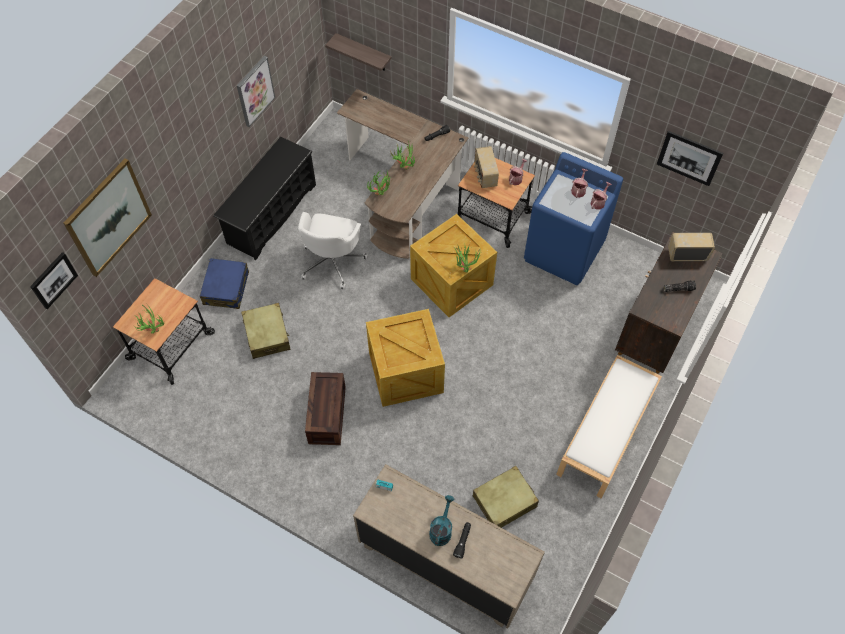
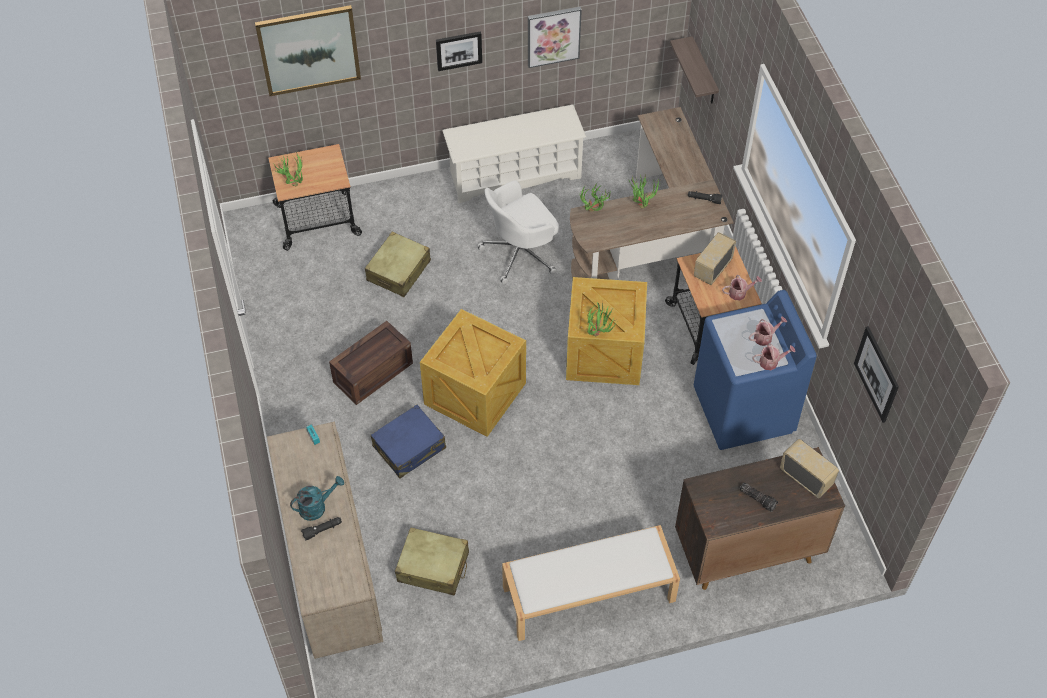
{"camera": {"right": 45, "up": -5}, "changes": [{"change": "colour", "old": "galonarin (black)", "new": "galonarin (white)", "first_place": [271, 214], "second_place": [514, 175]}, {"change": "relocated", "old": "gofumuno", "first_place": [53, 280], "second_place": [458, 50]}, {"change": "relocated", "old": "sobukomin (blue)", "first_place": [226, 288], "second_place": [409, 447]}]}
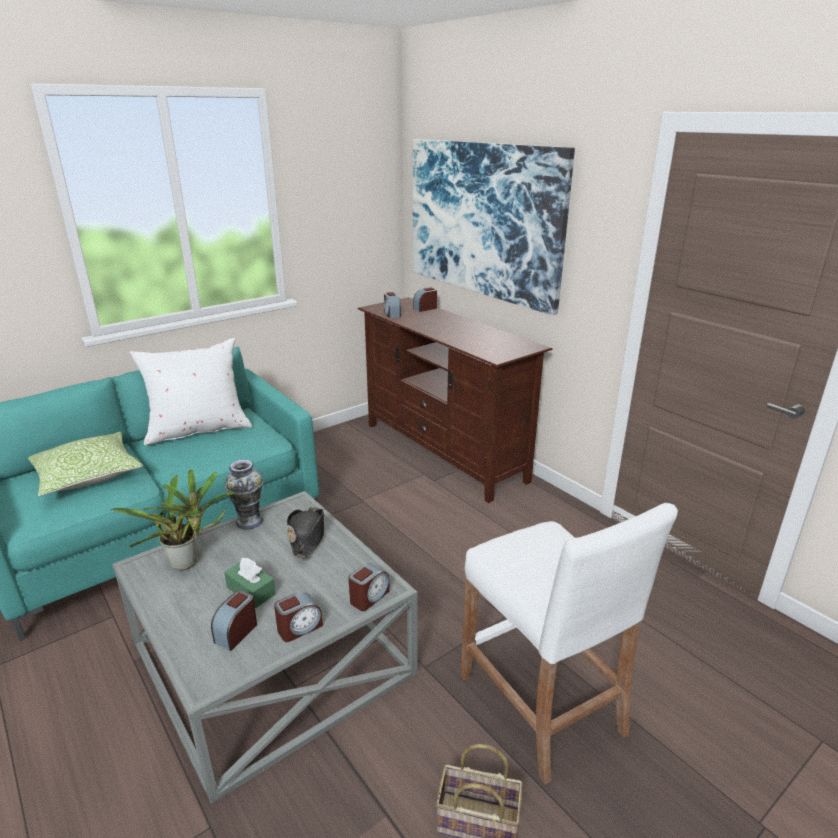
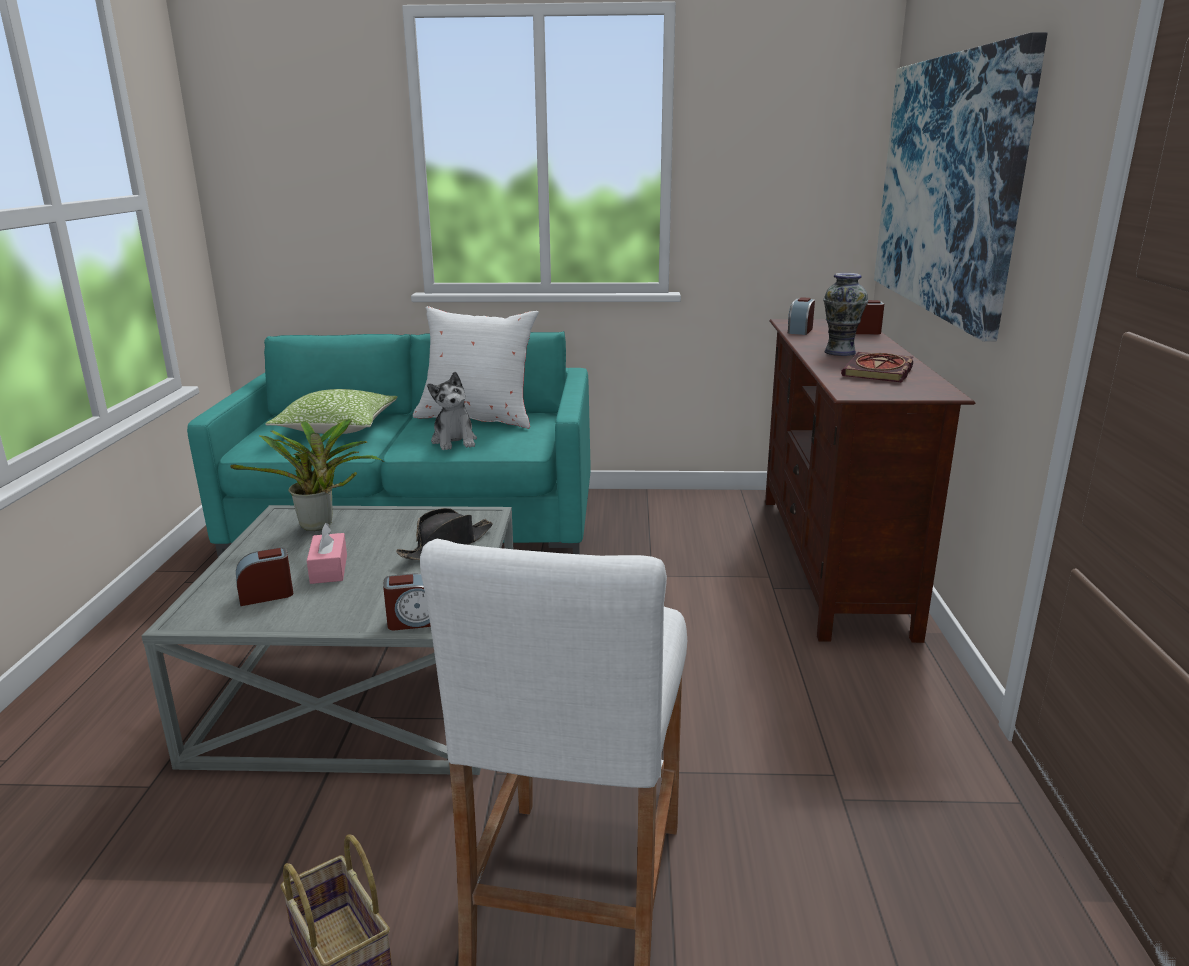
{"camera": {"right": 40, "up": -5}, "changes": [{"change": "relocated", "old": "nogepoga", "first_place": [249, 521], "second_place": [839, 352]}, {"change": "colour", "old": "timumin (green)", "new": "timumin (pink)", "first_place": [251, 591], "second_place": [329, 569]}, {"change": "missing", "old": "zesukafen", "first_place": [299, 628]}, {"change": "appeared", "new": "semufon", "second_place": [879, 371]}, {"change": "appeared", "new": "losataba", "second_place": [454, 441]}]}
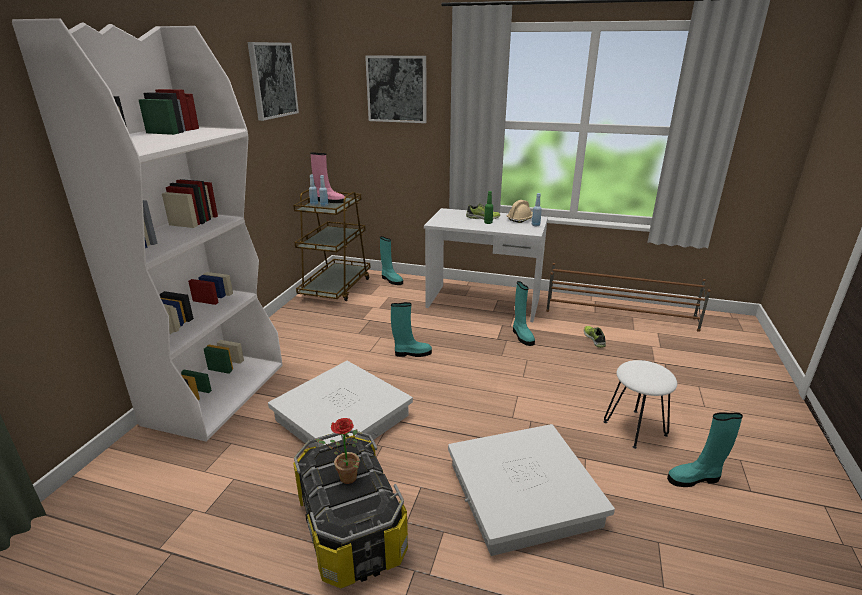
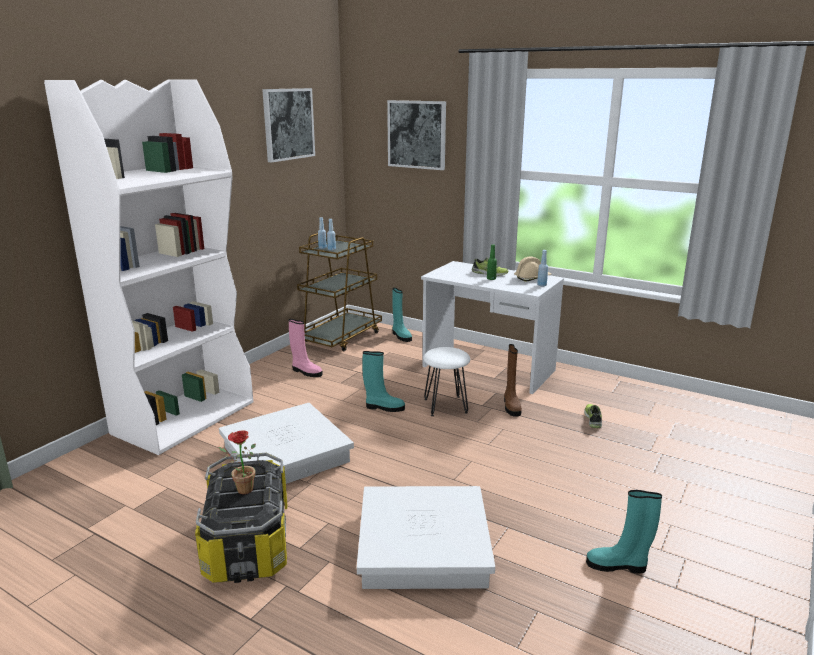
{"camera": {"right": 15, "up": -5}, "changes": [{"change": "relocated", "old": "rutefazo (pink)", "first_place": [329, 201], "second_place": [306, 372]}, {"change": "missing", "old": "galonarin (brown)", "first_place": [620, 315]}, {"change": "colour", "old": "rutefazo (turquoise)", "new": "rutefazo (brown)", "first_place": [522, 336], "second_place": [511, 406]}, {"change": "relocated", "old": "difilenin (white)", "first_place": [634, 428], "second_place": [445, 406]}]}
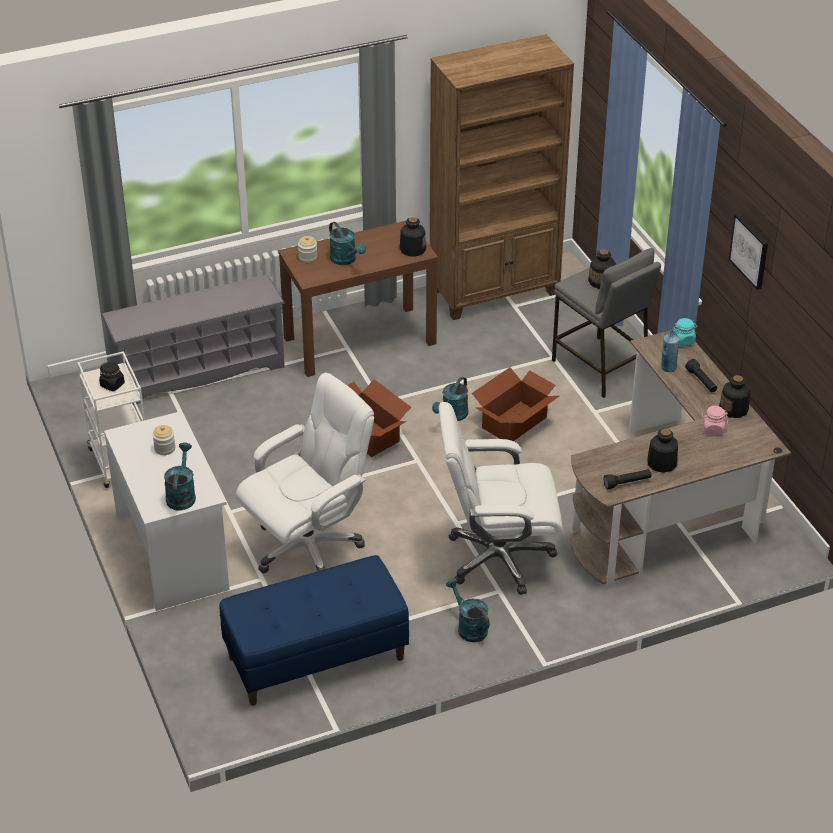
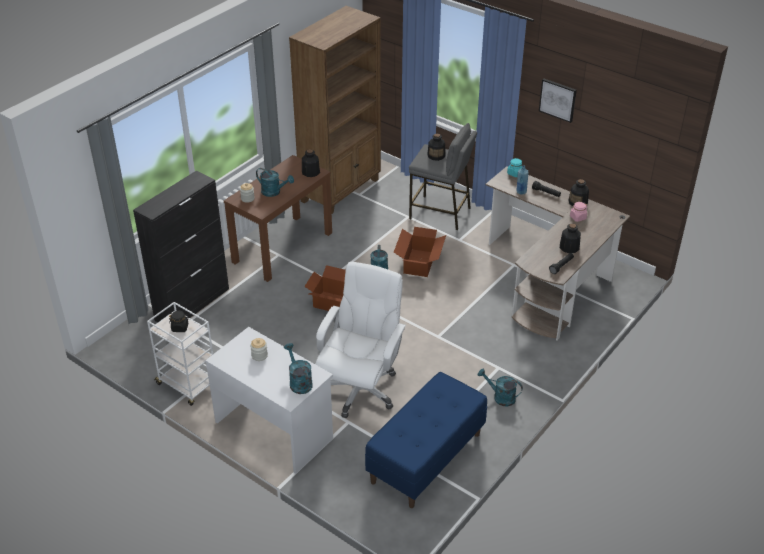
{"camera": {"right": -30, "up": 0}, "changes": [{"change": "exchanged", "old": "galonarin (grey)", "new": "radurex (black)", "first_place": [199, 372], "second_place": [193, 304]}, {"change": "missing", "old": "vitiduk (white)", "first_place": [497, 558]}]}
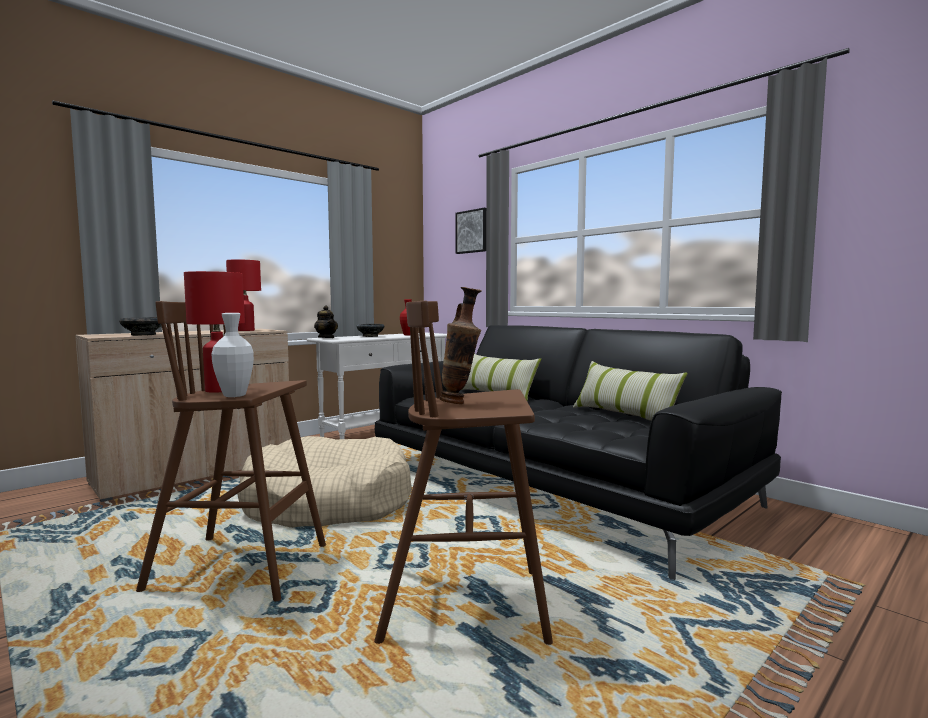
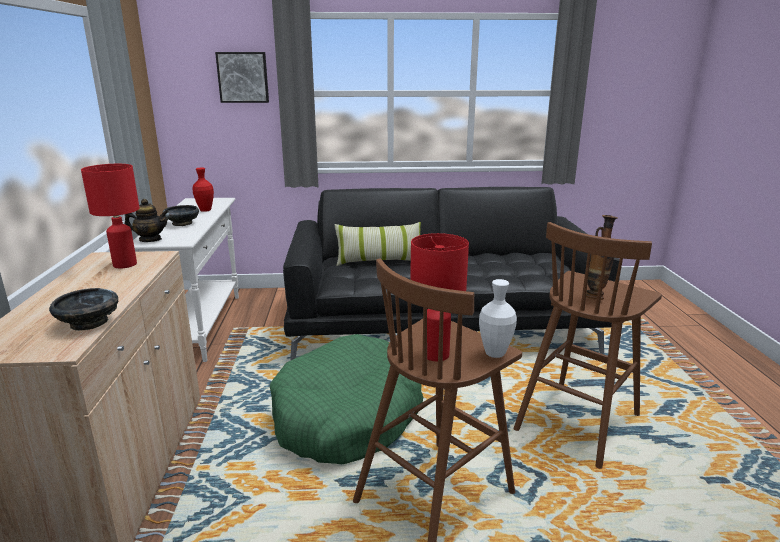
{"camera": {"right": -50, "up": 15}, "changes": [{"change": "missing", "old": "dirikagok", "first_place": [624, 415]}, {"change": "colour", "old": "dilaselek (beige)", "new": "dilaselek (green)", "first_place": [327, 502], "second_place": [347, 415]}]}
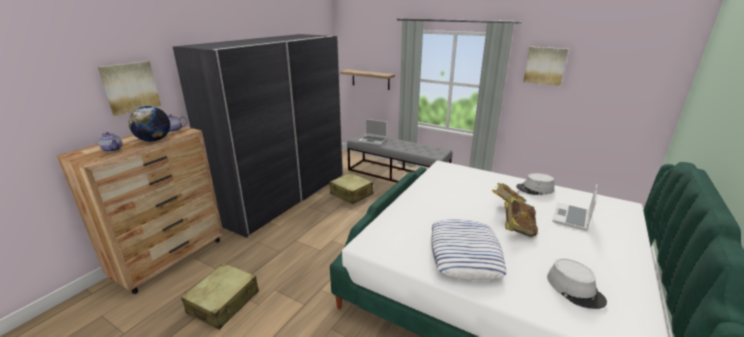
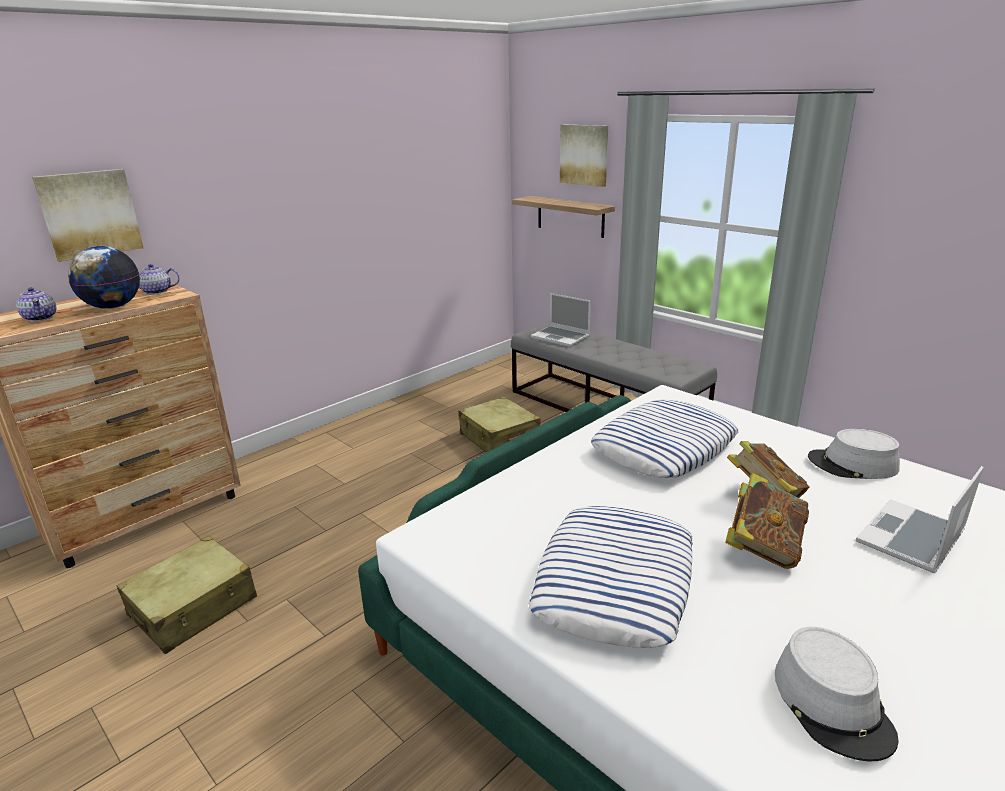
{"camera": {"right": 15, "up": 0}, "changes": [{"change": "missing", "old": "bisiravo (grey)", "first_place": [284, 196]}, {"change": "relocated", "old": "gofumuno", "first_place": [545, 65], "second_place": [584, 155]}, {"change": "appeared", "new": "dirikagok", "second_place": [664, 447]}]}
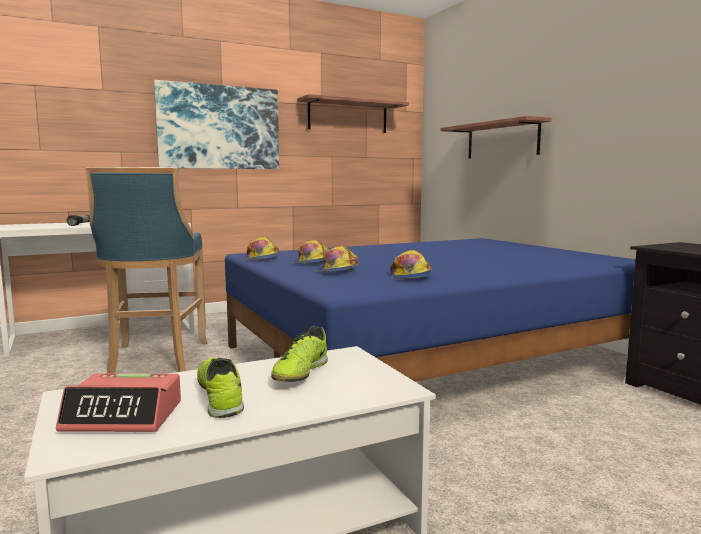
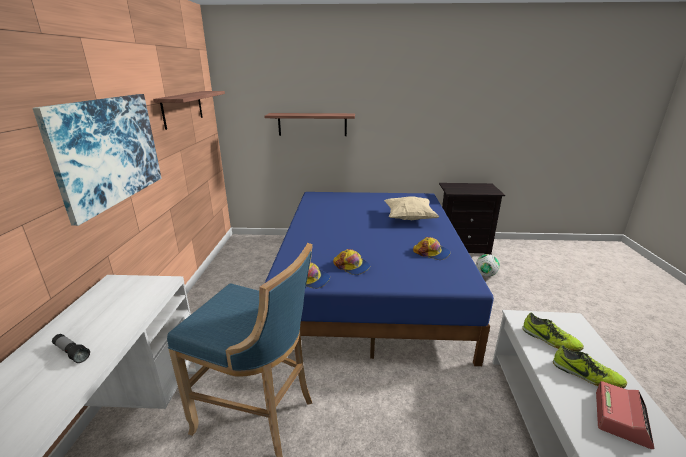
{"camera": {"right": -60, "up": 15}, "changes": [{"change": "missing", "old": "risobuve", "first_place": [337, 270]}, {"change": "spun", "old": "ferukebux", "first_place": [220, 396], "second_place": [586, 375], "degrees": -150}, {"change": "appeared", "new": "dirikagok (beige)", "second_place": [409, 218]}, {"change": "appeared", "new": "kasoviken", "second_place": [485, 274]}]}
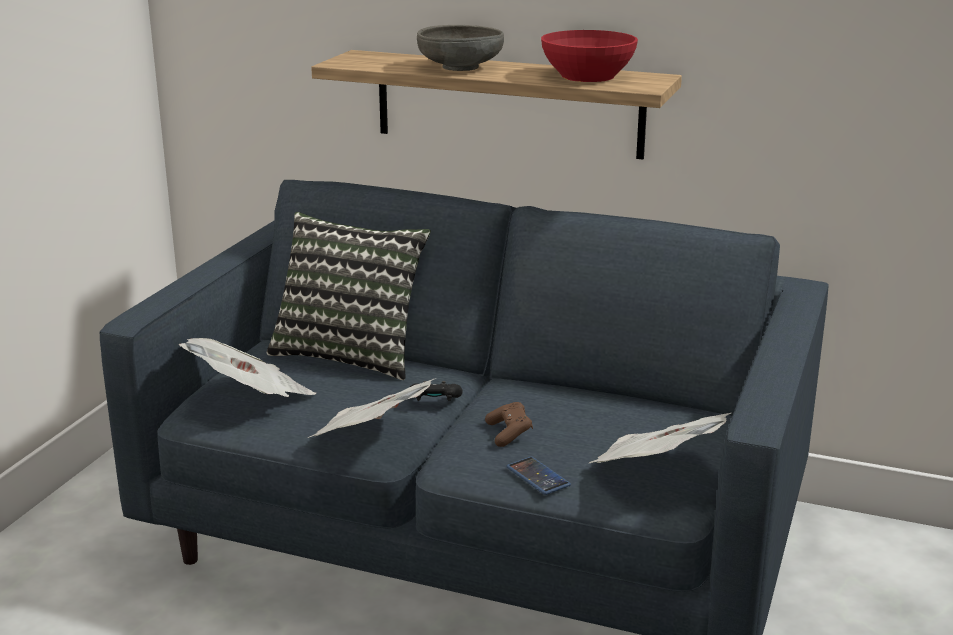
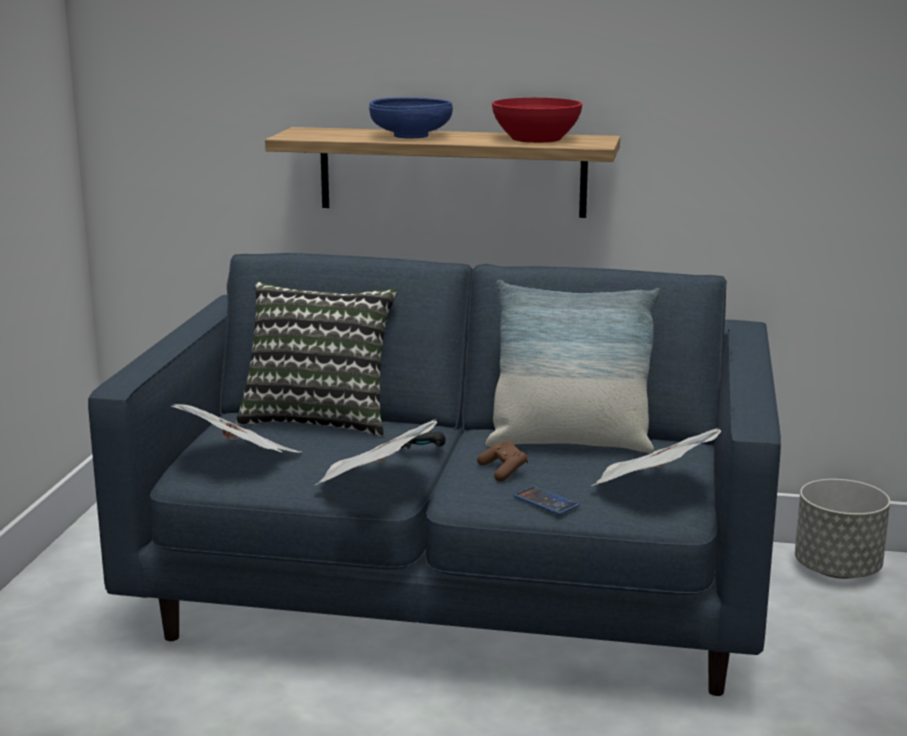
{"camera": {"right": -10, "up": -5}, "changes": [{"change": "colour", "old": "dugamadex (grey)", "new": "dugamadex (blue)", "first_place": [460, 67], "second_place": [410, 136]}, {"change": "appeared", "new": "dirikagok", "second_place": [569, 443]}, {"change": "appeared", "new": "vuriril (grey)", "second_place": [837, 569]}]}
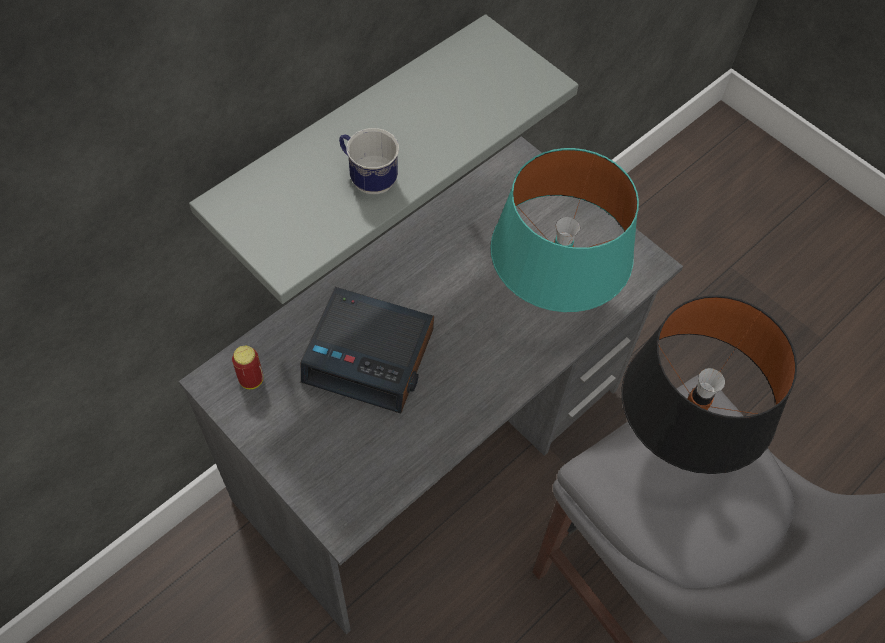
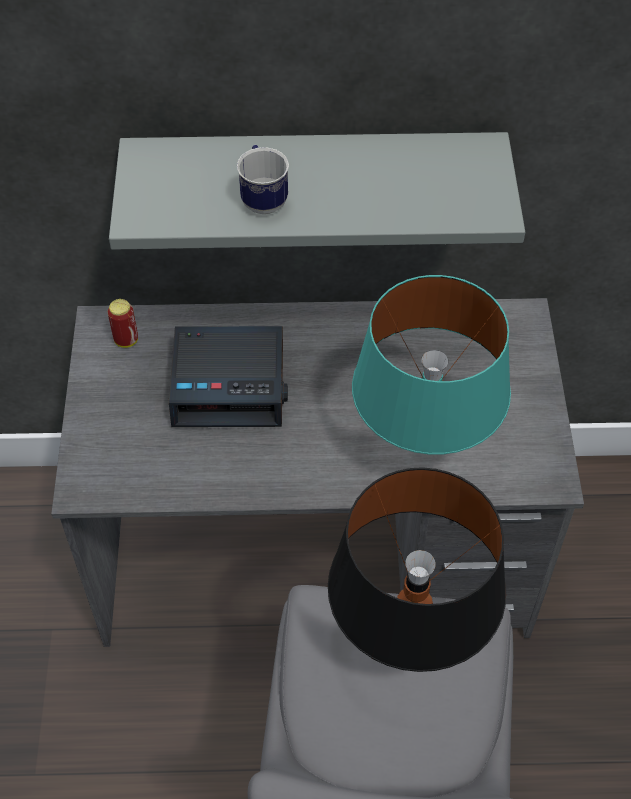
{"camera": {"right": 45, "up": -5}, "changes": [{"change": "spun", "old": "zesukafen", "first_place": [370, 355], "second_place": [230, 384], "degrees": -60}]}
